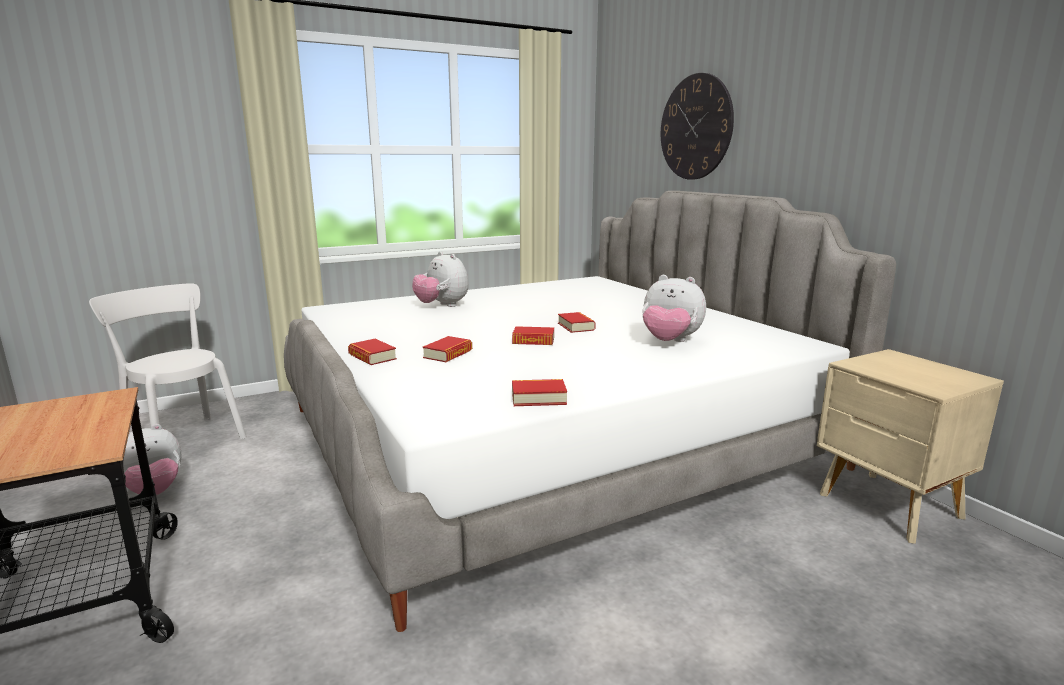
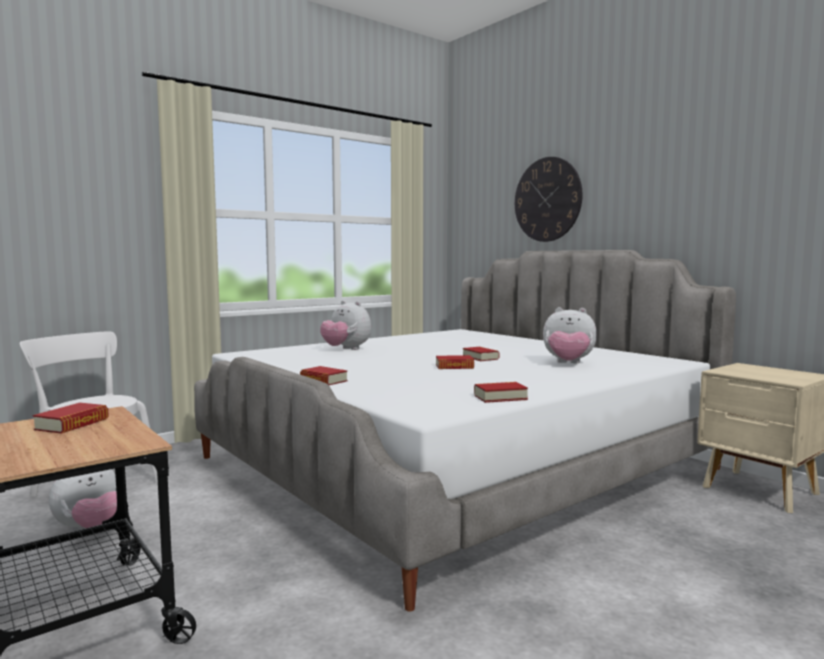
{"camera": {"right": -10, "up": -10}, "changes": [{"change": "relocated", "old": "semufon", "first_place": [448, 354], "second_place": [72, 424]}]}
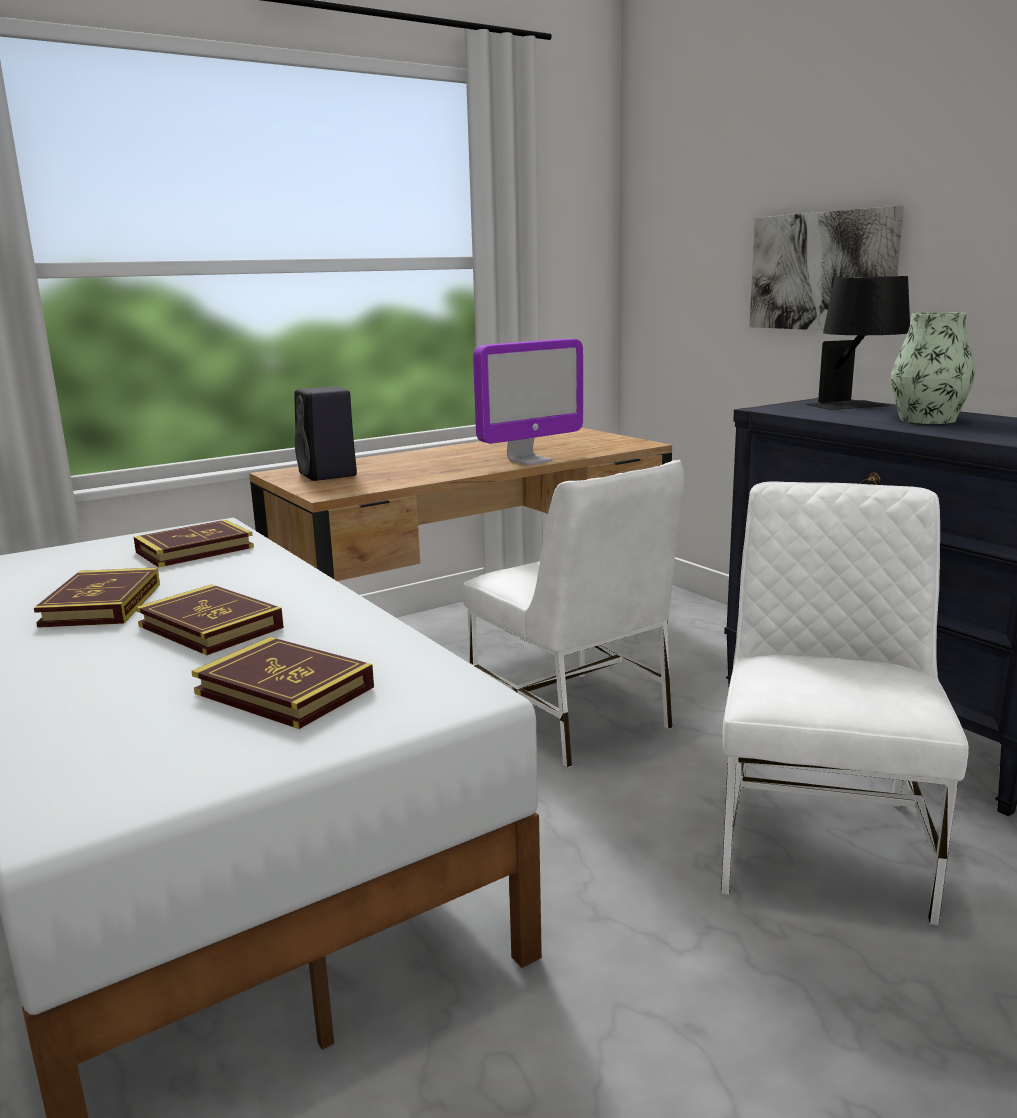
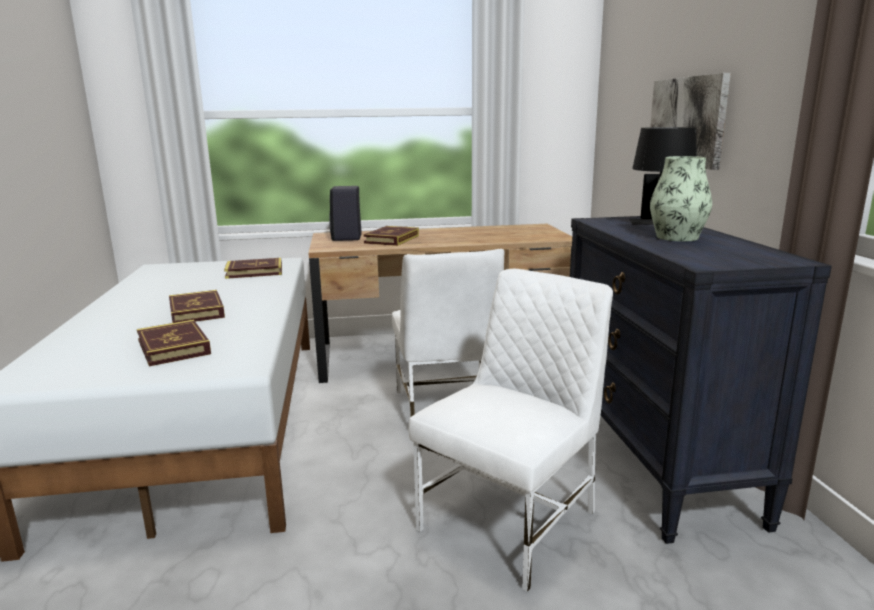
{"camera": {"right": 25, "up": 0}, "changes": [{"change": "missing", "old": "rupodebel", "first_place": [529, 461]}, {"change": "relocated", "old": "semufon", "first_place": [102, 605], "second_place": [392, 239]}]}
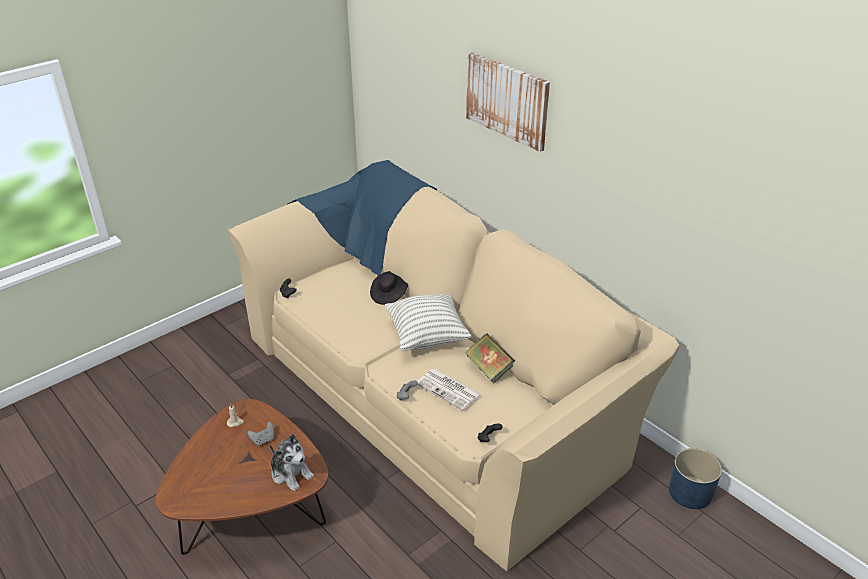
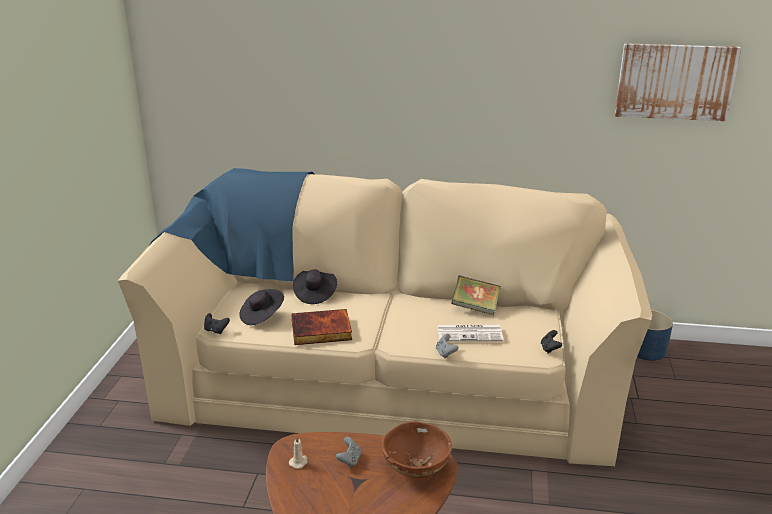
{"camera": {"right": -40, "up": -10}, "changes": [{"change": "relocated", "old": "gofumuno", "first_place": [507, 100], "second_place": [675, 81]}, {"change": "missing", "old": "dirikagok", "first_place": [427, 336]}, {"change": "exchanged", "old": "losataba", "new": "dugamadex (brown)", "first_place": [291, 473], "second_place": [415, 470]}, {"change": "appeared", "new": "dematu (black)", "second_place": [262, 316]}, {"change": "appeared", "new": "semufon", "second_place": [321, 331]}]}
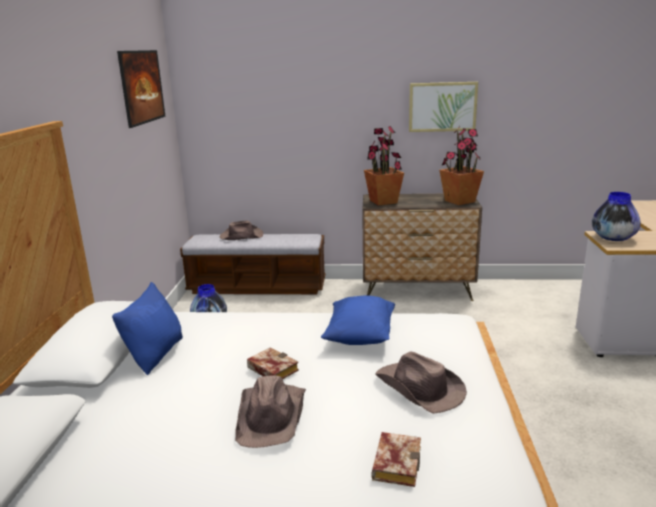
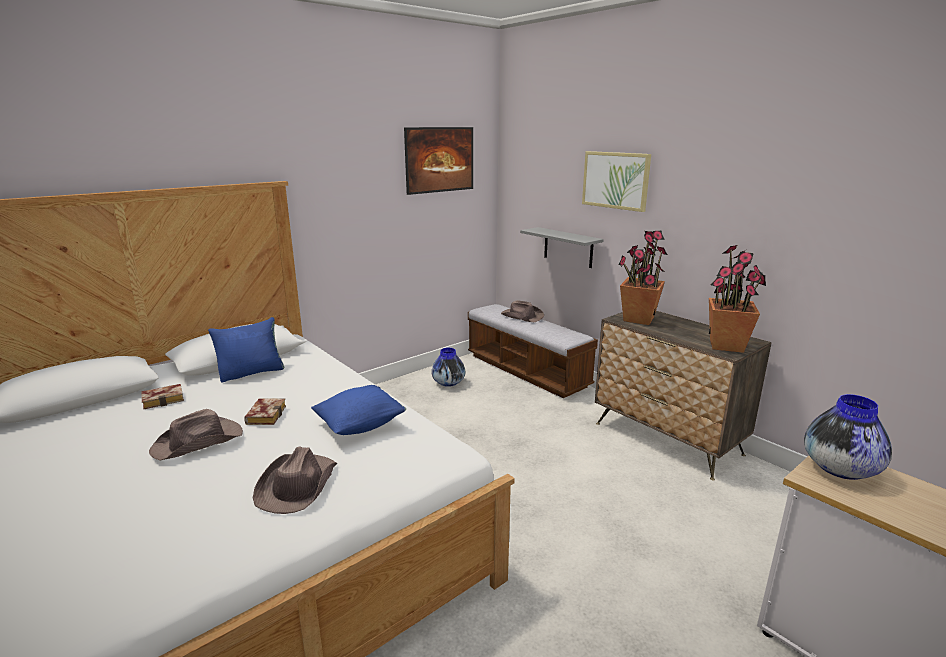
{"camera": {"right": 45, "up": 0}, "changes": [{"change": "relocated", "old": "gofumuno", "first_place": [442, 107], "second_place": [615, 180]}, {"change": "relocated", "old": "semufon", "first_place": [395, 462], "second_place": [165, 399]}, {"change": "appeared", "new": "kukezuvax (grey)", "second_place": [568, 247]}]}
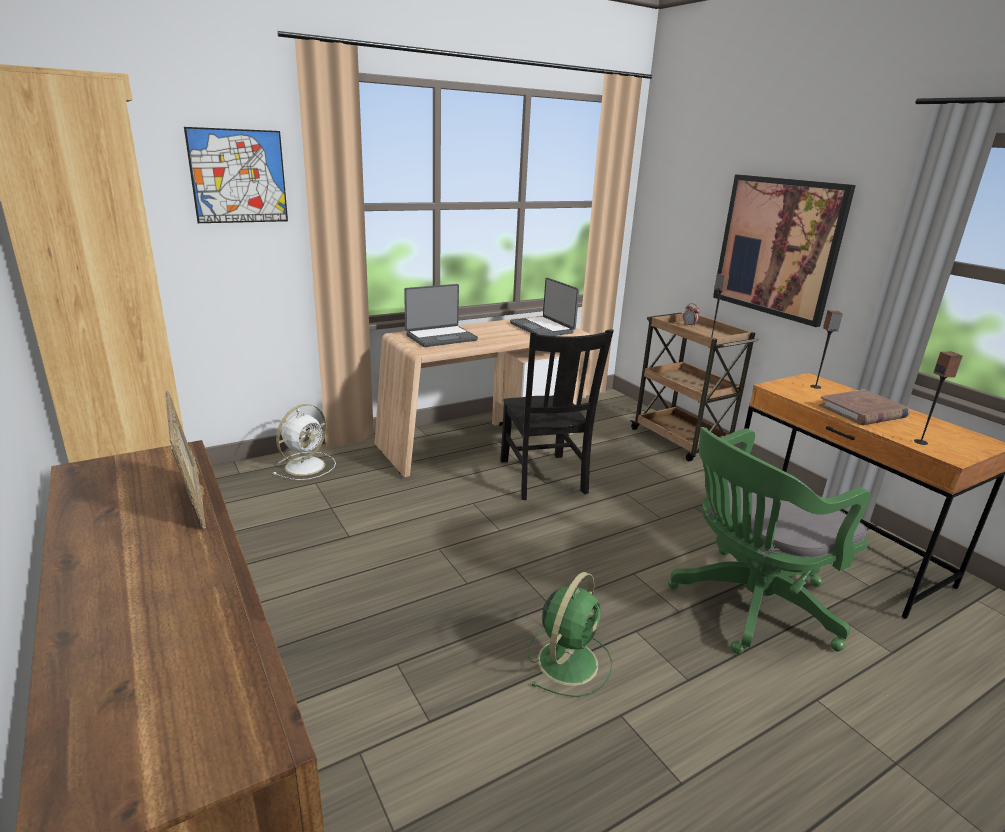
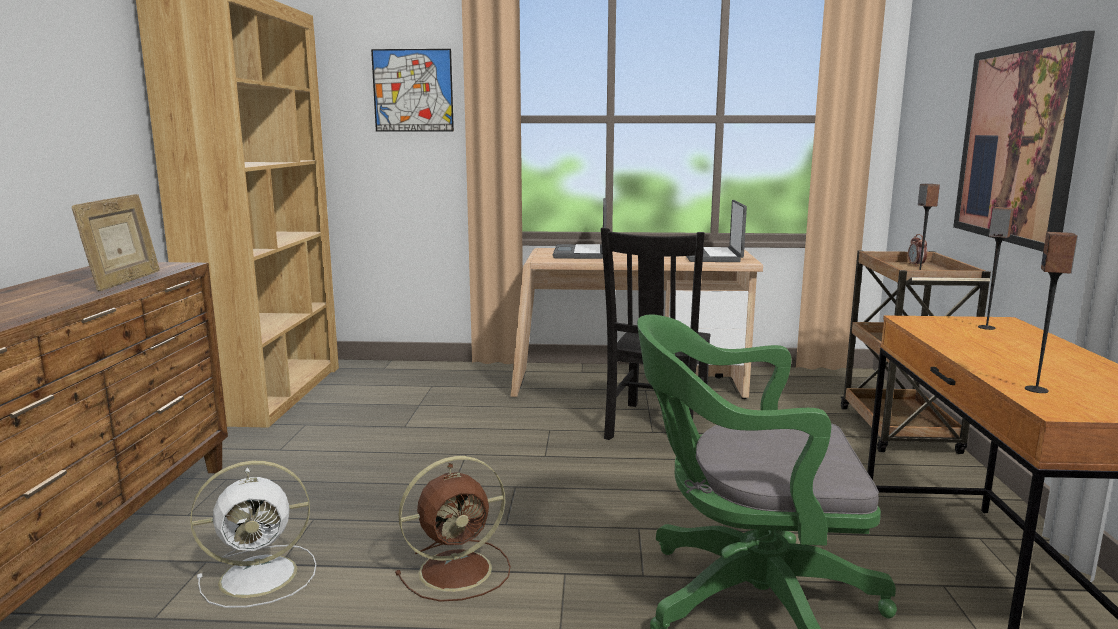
{"camera": {"right": 35, "up": -10}, "changes": [{"change": "spun", "old": "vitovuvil", "first_place": [440, 337], "second_place": [581, 253], "degrees": 90}, {"change": "missing", "old": "semufon (brown)", "first_place": [862, 411]}, {"change": "relocated", "old": "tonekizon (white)", "first_place": [306, 465], "second_place": [262, 575]}, {"change": "colour", "old": "tonekizon (green)", "new": "tonekizon (brown)", "first_place": [569, 660], "second_place": [459, 569]}]}
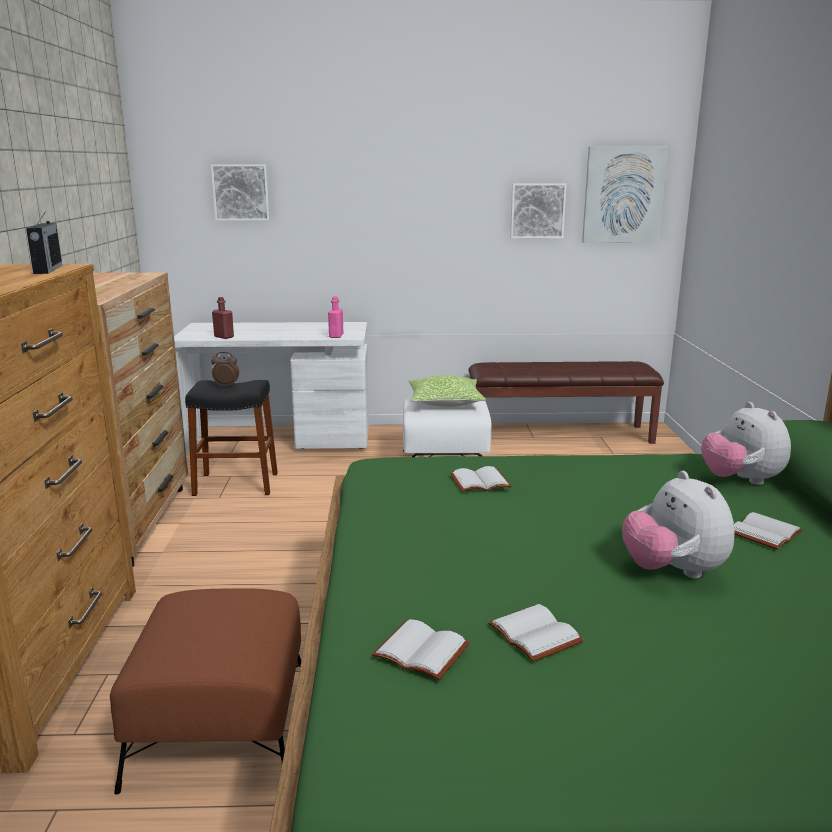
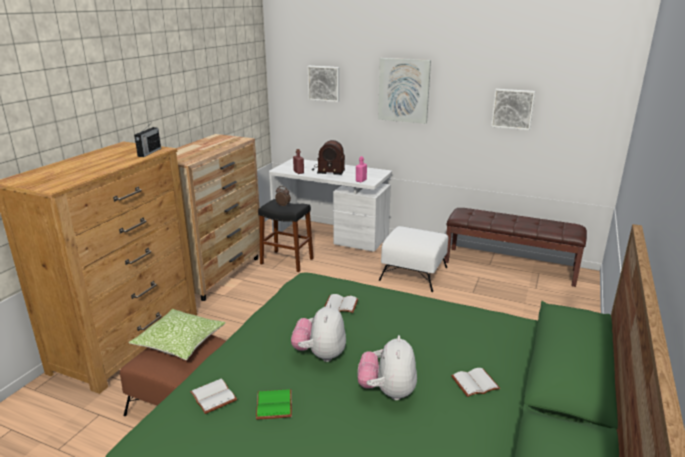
{"camera": {"right": 25, "up": 5}, "changes": [{"change": "relocated", "old": "gofumuno", "first_place": [623, 195], "second_place": [404, 90]}, {"change": "relocated", "old": "dirikagok", "first_place": [445, 402], "second_place": [180, 343]}, {"change": "relocated", "old": "losataba", "first_place": [741, 480], "second_place": [320, 354]}, {"change": "colour", "old": "semufon (white)", "new": "semufon (green)", "first_place": [537, 634], "second_place": [275, 405]}, {"change": "appeared", "new": "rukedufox", "second_place": [328, 170]}]}
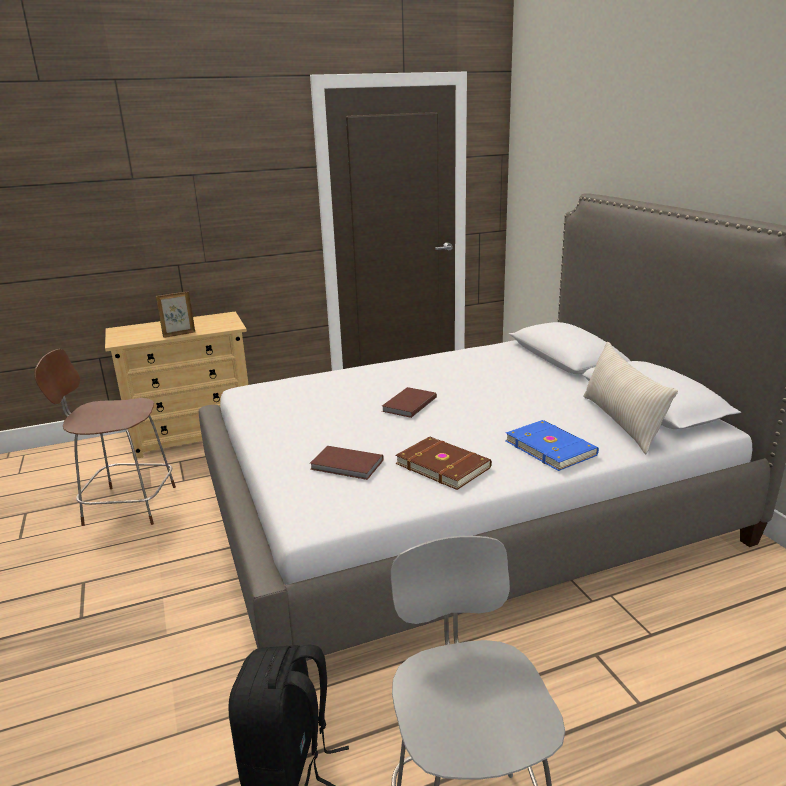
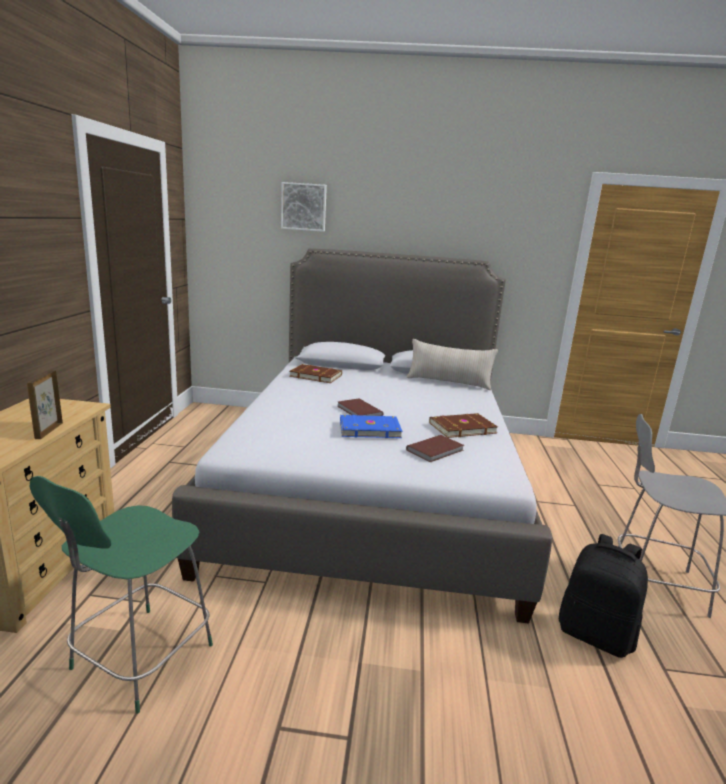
{"camera": {"right": -65, "up": -5}, "changes": [{"change": "colour", "old": "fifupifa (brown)", "new": "fifupifa (green)", "first_place": [127, 505], "second_place": [139, 659]}, {"change": "relocated", "old": "semufon (blue)", "first_place": [551, 447], "second_place": [369, 429]}, {"change": "appeared", "new": "gofumuno", "second_place": [304, 207]}, {"change": "appeared", "new": "semufon (brown)", "second_place": [316, 375]}]}
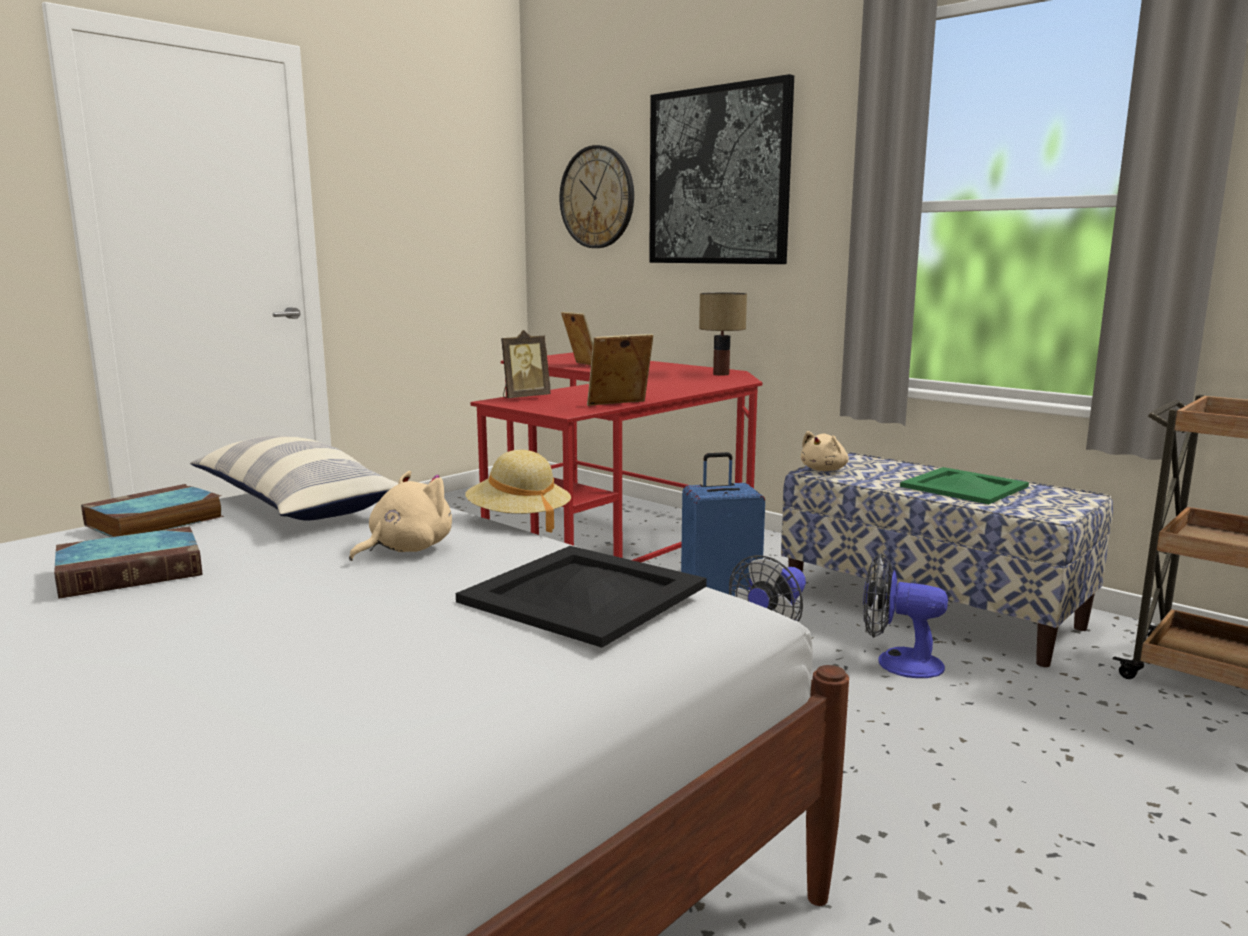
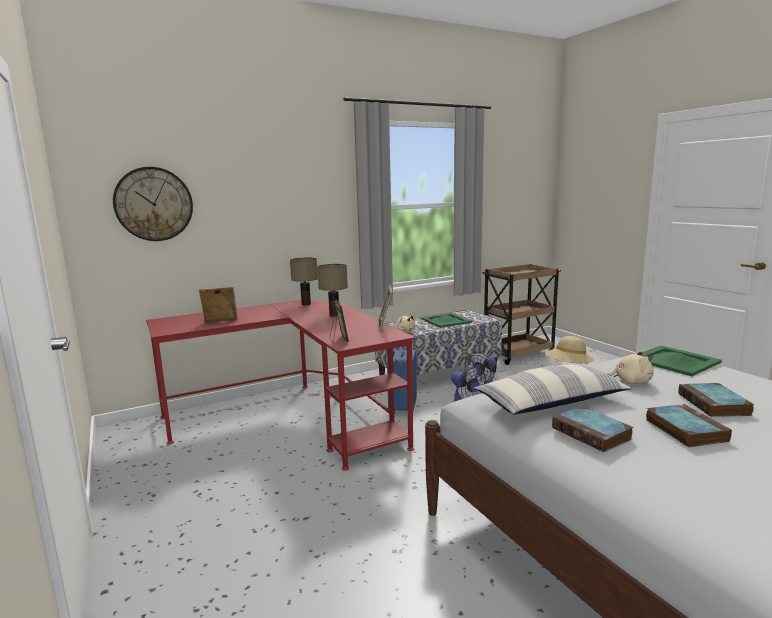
{"camera": {"right": -70, "up": 0}, "changes": [{"change": "missing", "old": "gofumuno", "first_place": [718, 176]}, {"change": "spun", "old": "losataba (beige)", "first_place": [406, 549], "second_place": [629, 382], "degrees": 135}, {"change": "colour", "old": "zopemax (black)", "new": "zopemax (green)", "first_place": [583, 593], "second_place": [674, 361]}, {"change": "appeared", "new": "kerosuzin", "second_place": [334, 315]}, {"change": "appeared", "new": "semufon", "second_place": [715, 405]}]}
